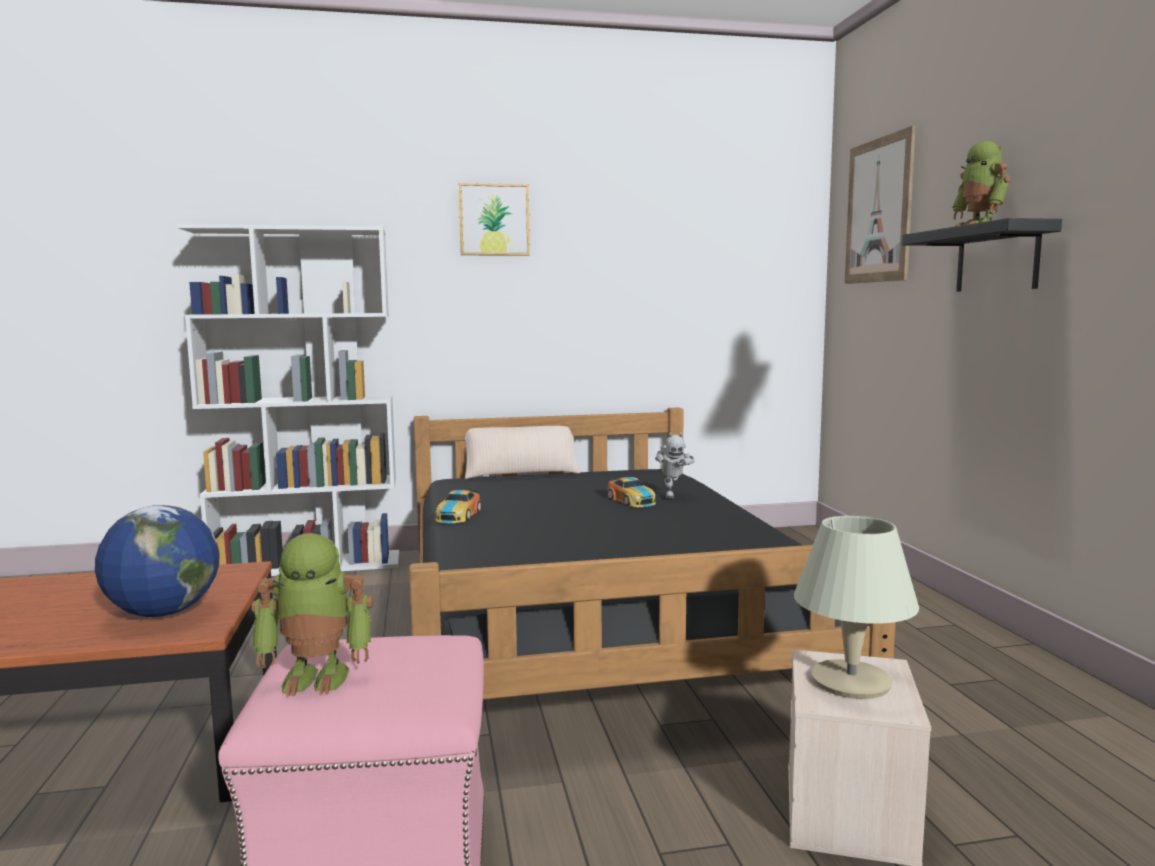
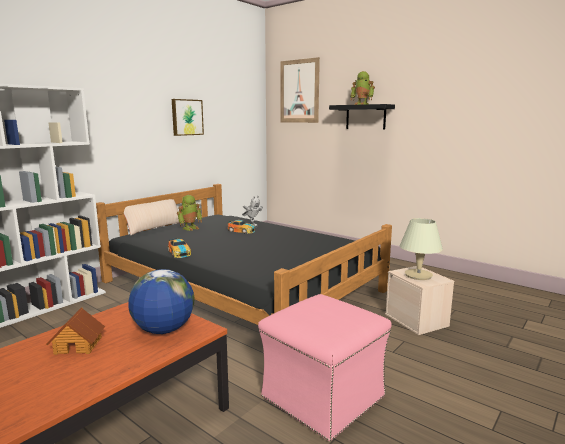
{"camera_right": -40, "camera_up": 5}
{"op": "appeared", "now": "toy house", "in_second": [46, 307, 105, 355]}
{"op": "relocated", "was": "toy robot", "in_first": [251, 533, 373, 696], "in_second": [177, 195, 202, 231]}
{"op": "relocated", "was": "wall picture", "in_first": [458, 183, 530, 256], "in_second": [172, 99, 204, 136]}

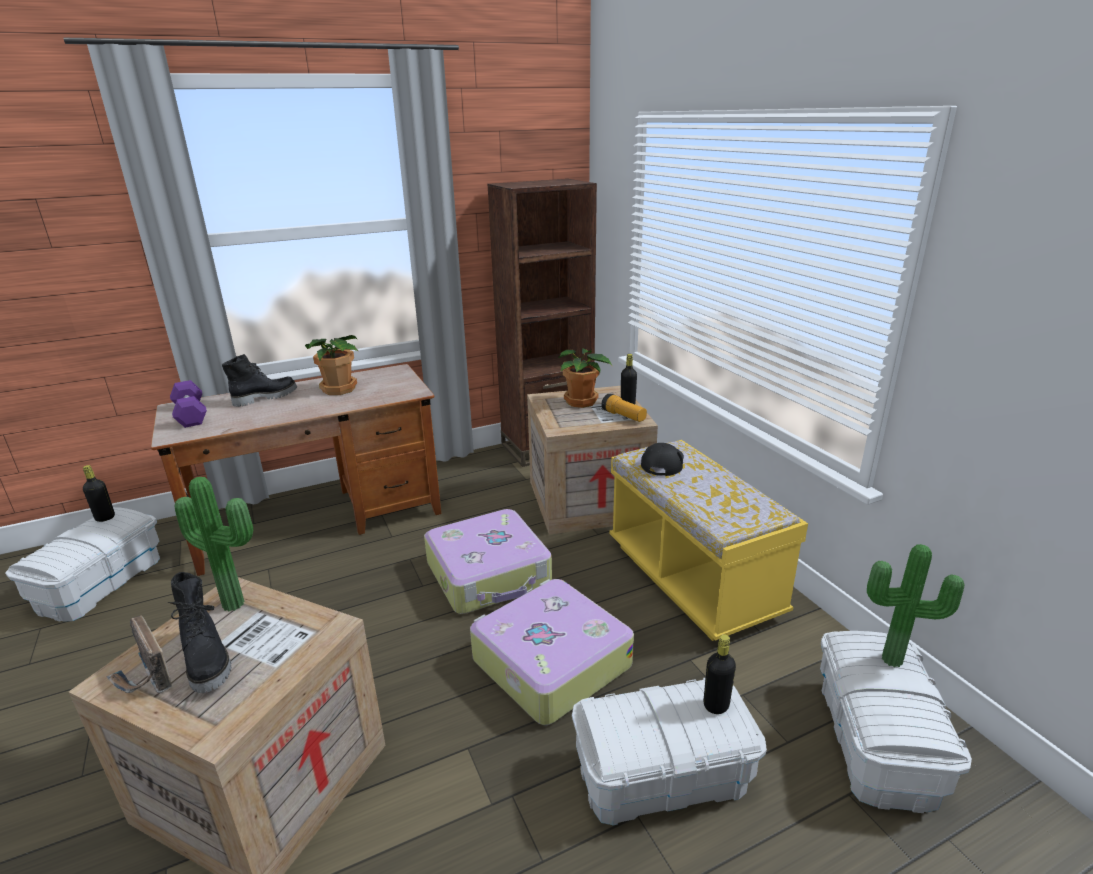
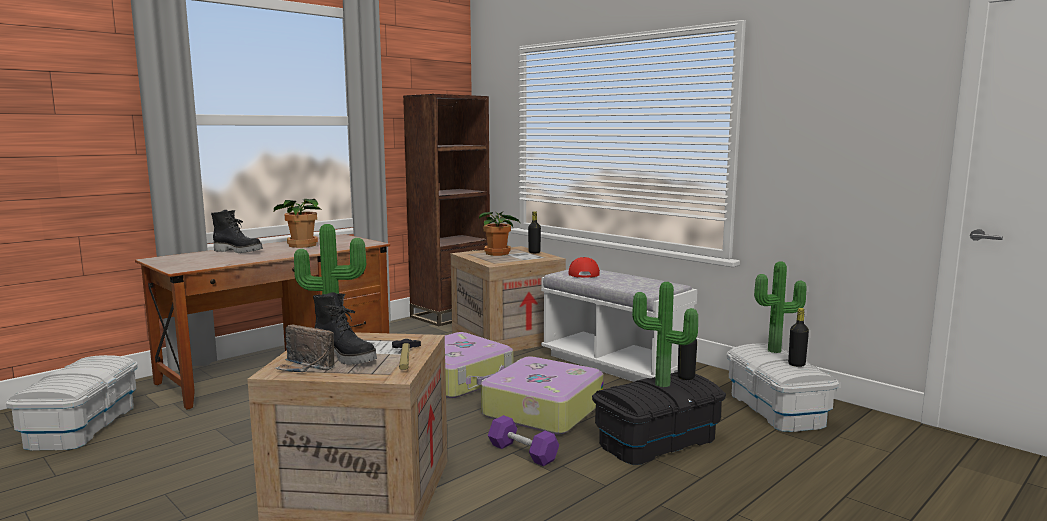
{"camera_right": -20, "camera_up": -15}
{"op": "missing", "was": "flashlight", "in_first": [601, 393, 647, 422]}
{"op": "appeared", "now": "hammer", "in_second": [392, 339, 421, 370]}
{"op": "appeared", "now": "houseplant", "in_second": [632, 282, 698, 387]}
{"op": "relocated", "was": "bottle/black", "in_first": [83, 465, 115, 522], "in_second": [788, 308, 809, 367]}
{"op": "relocated", "was": "free weight/purplish", "in_first": [170, 380, 207, 428], "in_second": [488, 415, 559, 466]}
{"op": "colour", "was": "storage box/white", "now": "storage box/black", "in_first": [572, 677, 767, 825], "in_second": [592, 372, 726, 465]}
{"op": "colour", "was": "long seat/yellow", "now": "long seat/white", "in_first": [609, 440, 808, 641], "in_second": [541, 269, 697, 382]}
{"op": "colour", "was": "peaked cap/black", "now": "peaked cap/red-coloured", "in_first": [641, 443, 684, 476], "in_second": [569, 257, 600, 278]}
{"op": "spun", "was": "boot/black", "in_first": [222, 354, 297, 407], "in_second": [211, 210, 263, 253], "clockwise": 75}

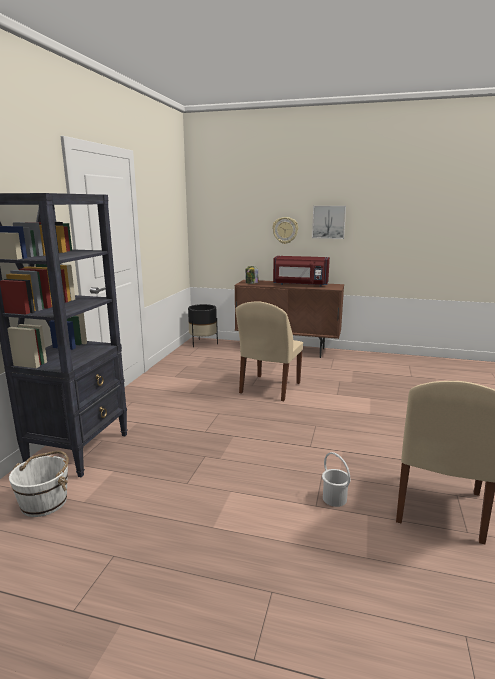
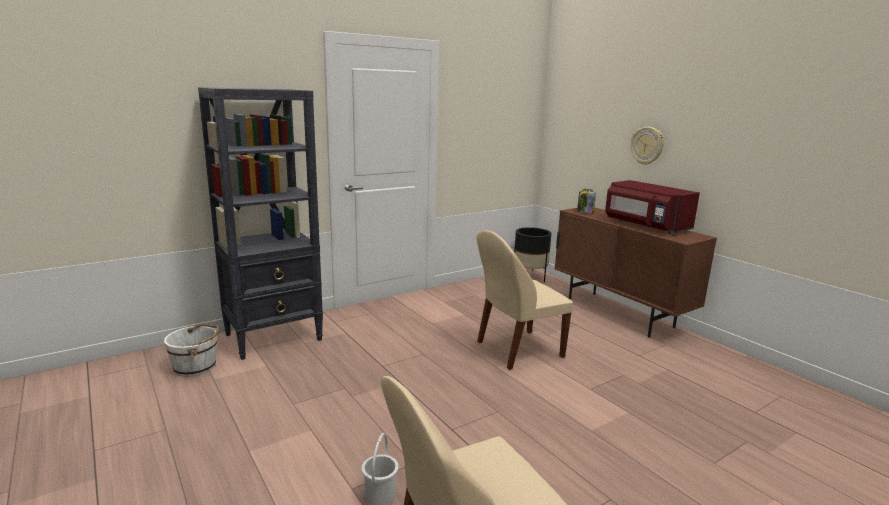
{"camera_right": 40, "camera_up": 0}
{"op": "missing", "was": "wall picture", "in_first": [312, 206, 346, 239]}

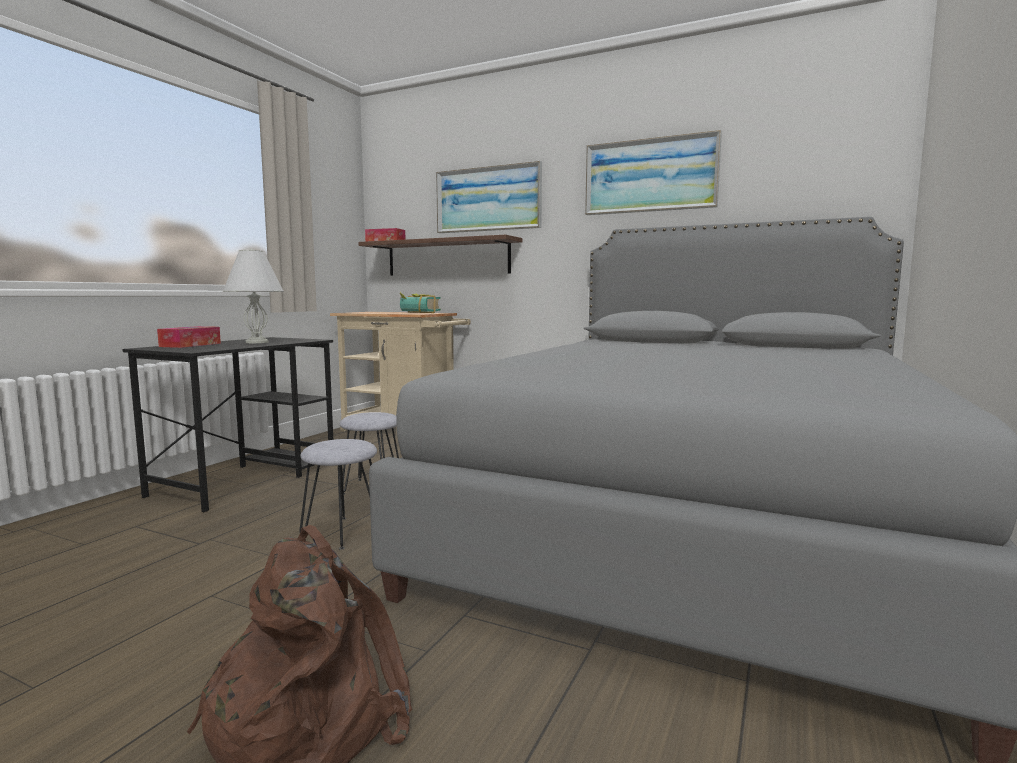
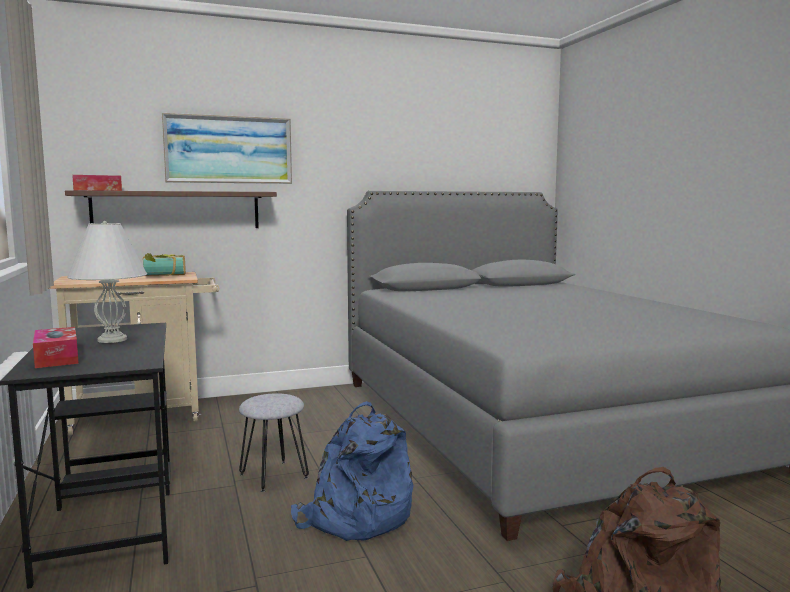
{"camera_right": -45, "camera_up": 0}
{"op": "missing", "was": "wall picture", "in_first": [585, 130, 722, 215]}
{"op": "exchanged", "was": "stool/gray", "now": "knapsack/bluish", "in_first": [299, 439, 377, 550], "in_second": [291, 401, 413, 541]}

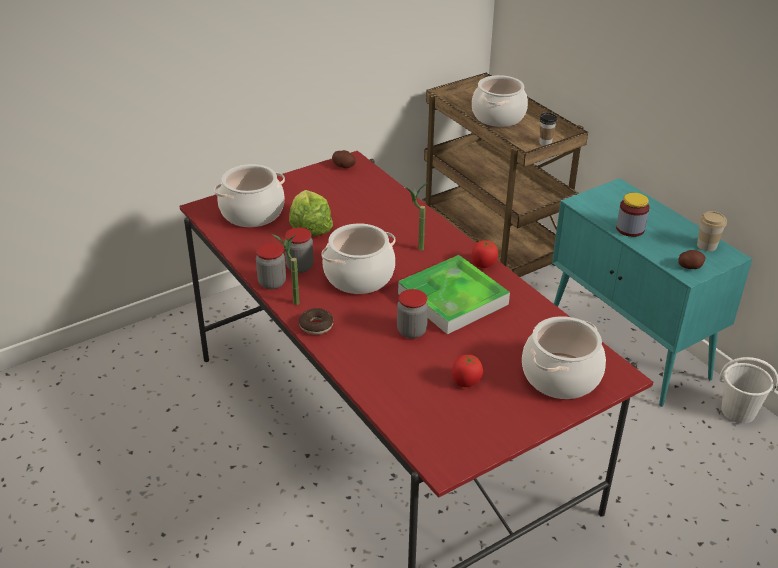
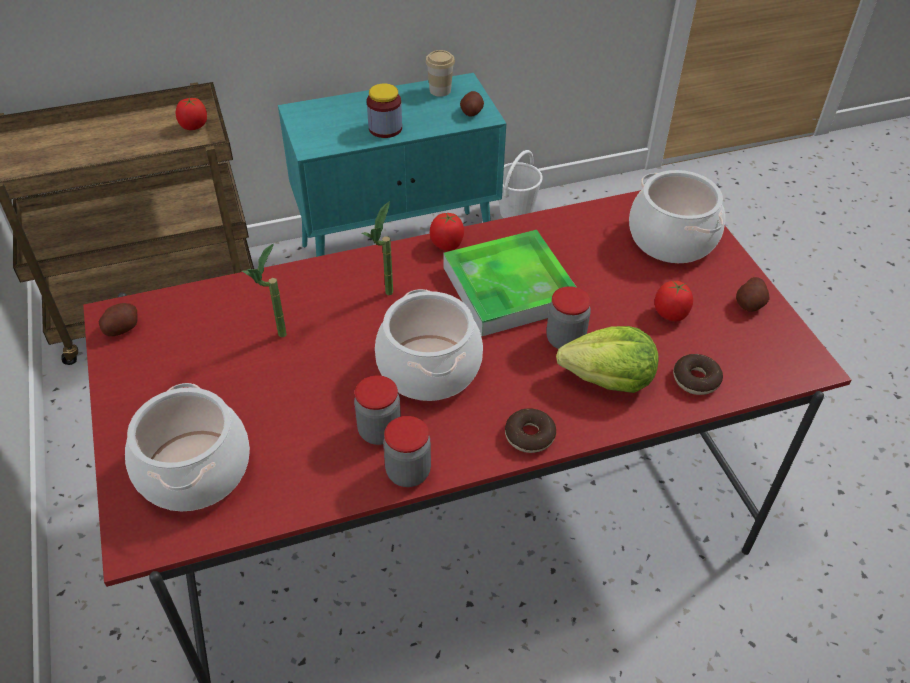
{"camera_right": -75, "camera_up": 10}
{"op": "missing", "was": "cooking pot", "in_first": [472, 75, 528, 127]}
{"op": "appeared", "now": "donut", "in_second": [673, 354, 723, 395]}
{"op": "appeared", "now": "whole potato", "in_second": [736, 277, 769, 312]}
{"op": "relocated", "was": "houseplant", "in_first": [272, 234, 299, 305], "in_second": [243, 243, 287, 337]}
{"op": "relocated", "was": "head of lettuce", "in_first": [289, 190, 333, 236], "in_second": [556, 326, 658, 393]}
{"op": "exchanged", "was": "cup", "now": "fresh tomato", "in_first": [540, 112, 557, 146], "in_second": [176, 98, 207, 130]}

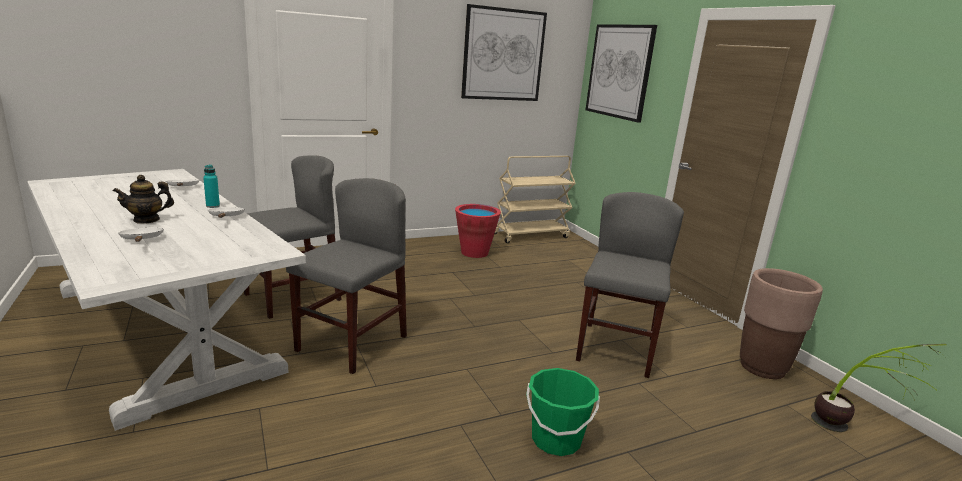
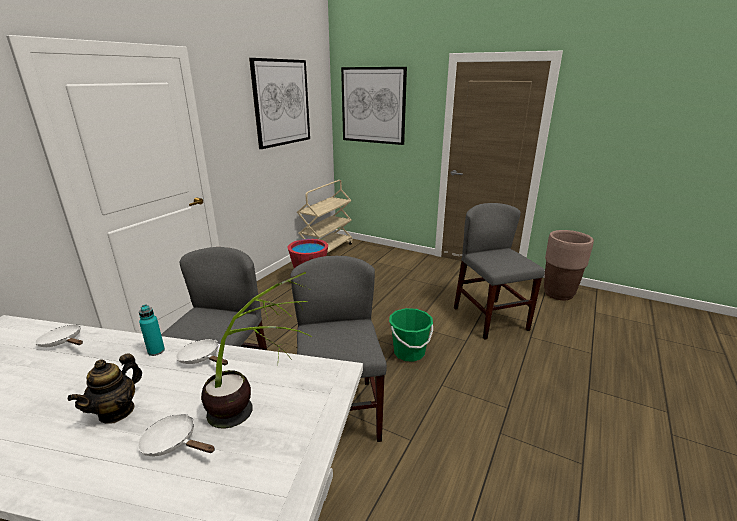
{"camera_right": -35, "camera_up": 5}
{"op": "relocated", "was": "water bucket/greenish", "in_first": [526, 368, 600, 456], "in_second": [389, 308, 433, 362]}
{"op": "relocated", "was": "houseplant", "in_first": [811, 344, 947, 432], "in_second": [201, 272, 312, 429]}

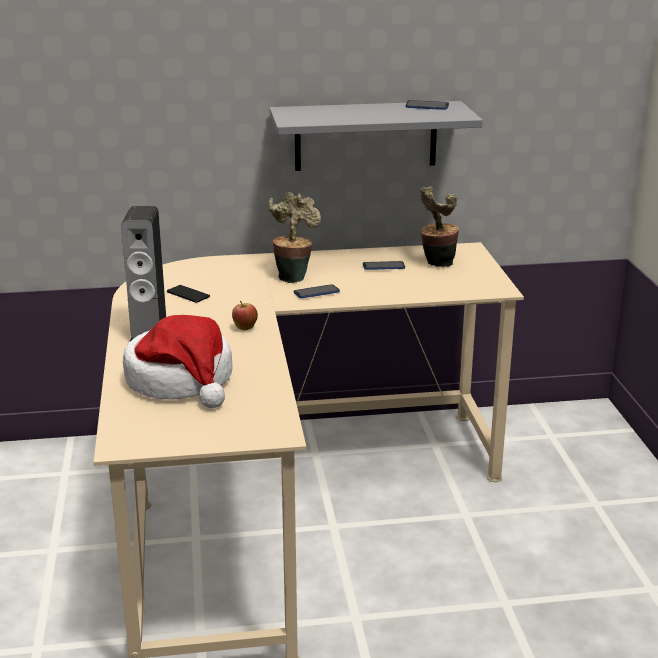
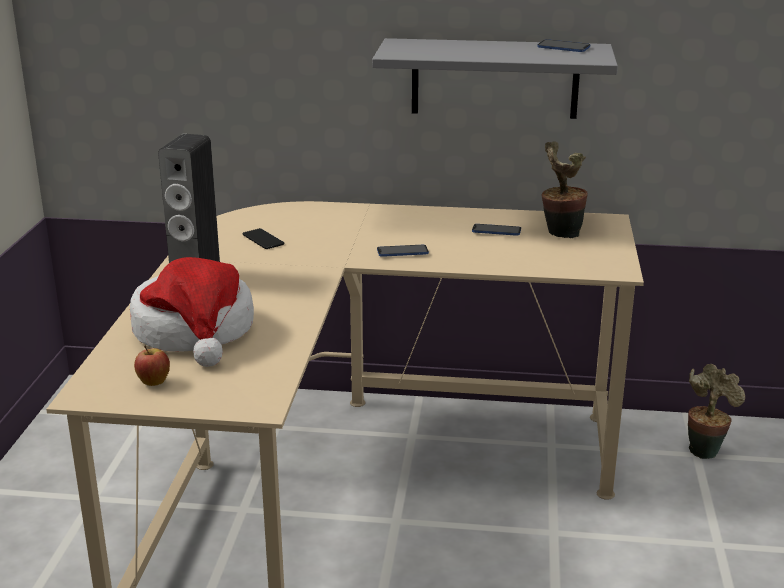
{"camera_right": 15, "camera_up": 0}
{"op": "relocated", "was": "whole apple", "in_first": [232, 301, 258, 330], "in_second": [134, 345, 170, 386]}
{"op": "relocated", "was": "houseplant", "in_first": [269, 192, 321, 283], "in_second": [688, 364, 745, 459]}

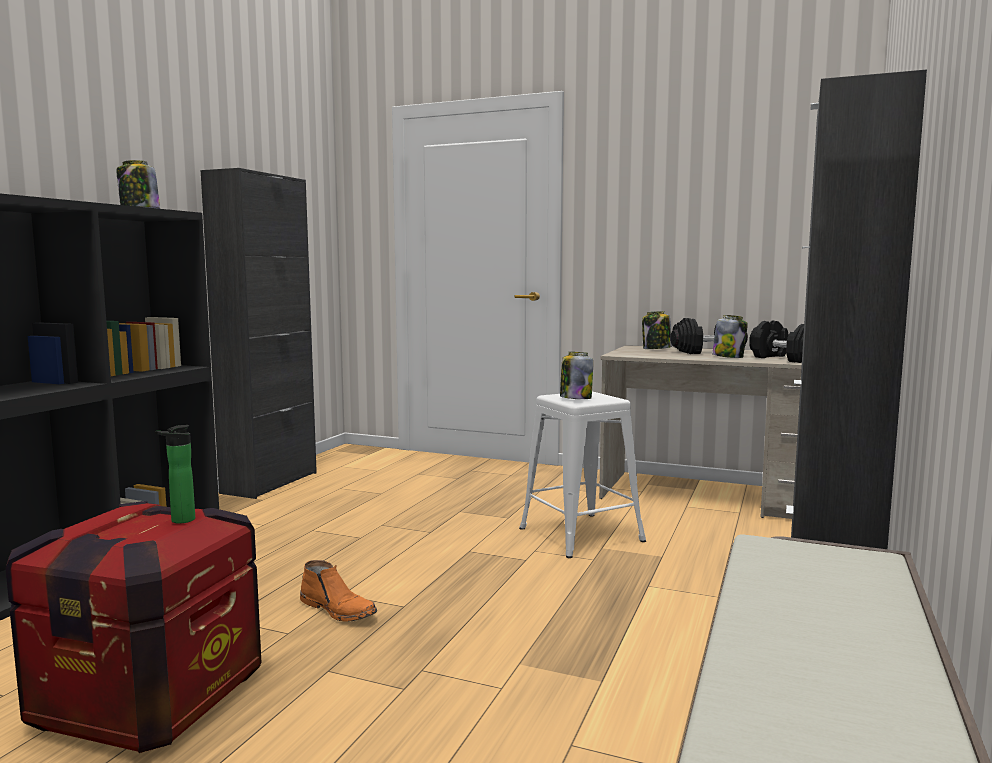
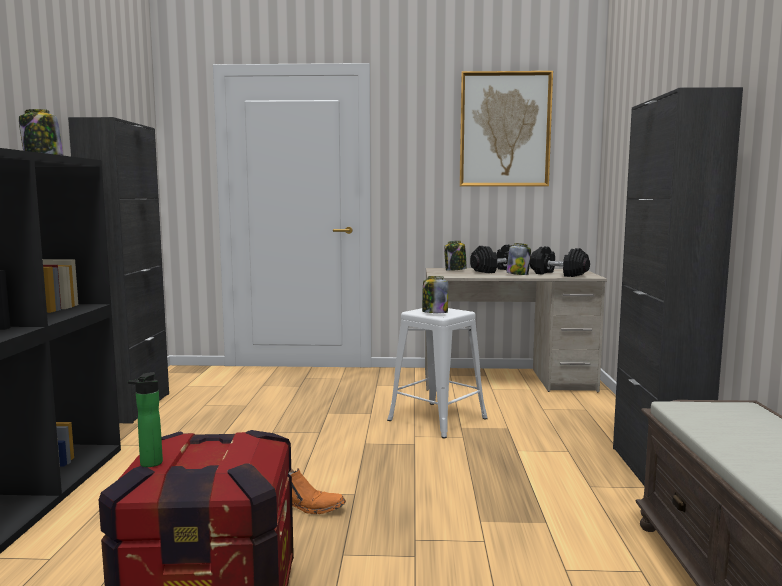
{"camera_right": -20, "camera_up": 0}
{"op": "appeared", "now": "wall picture", "in_second": [459, 71, 553, 186]}
{"op": "relocated", "was": "bottle", "in_first": [155, 425, 195, 524], "in_second": [128, 372, 163, 467]}

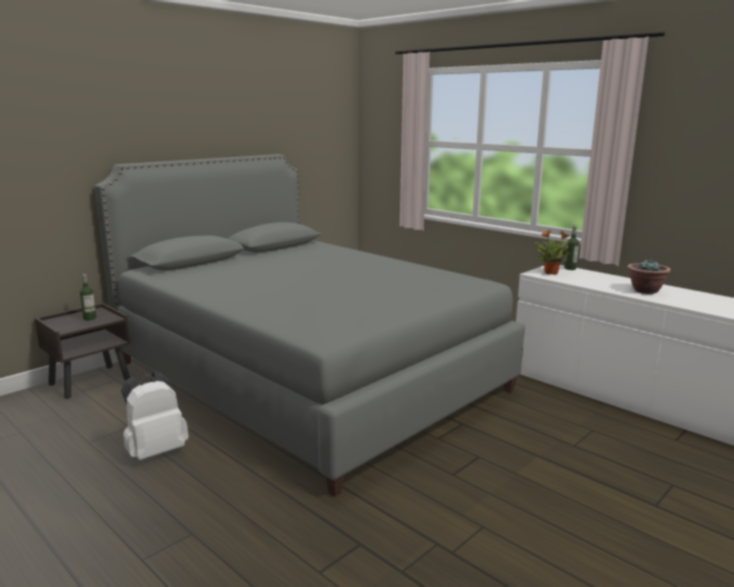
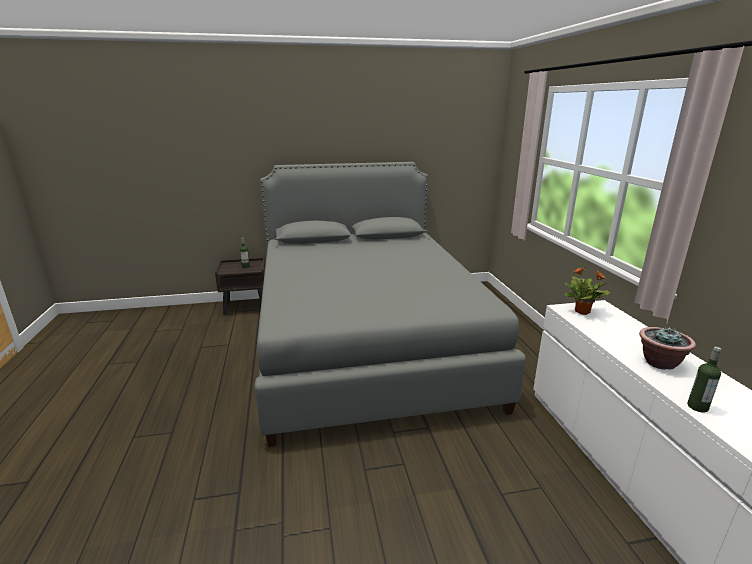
{"camera_right": 35, "camera_up": 5}
{"op": "missing", "was": "knapsack/white", "in_first": [121, 372, 189, 460]}
{"op": "relocated", "was": "bottle", "in_first": [564, 226, 579, 270], "in_second": [687, 346, 721, 412]}

